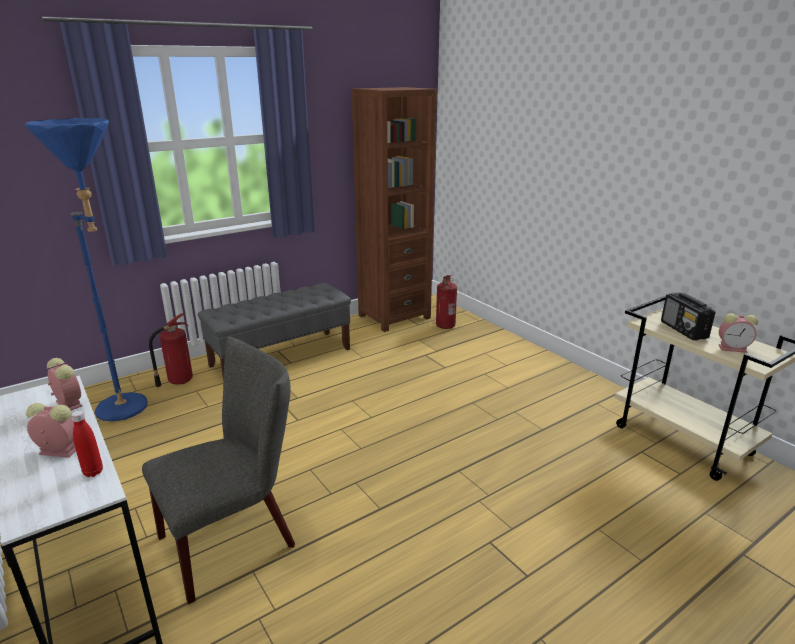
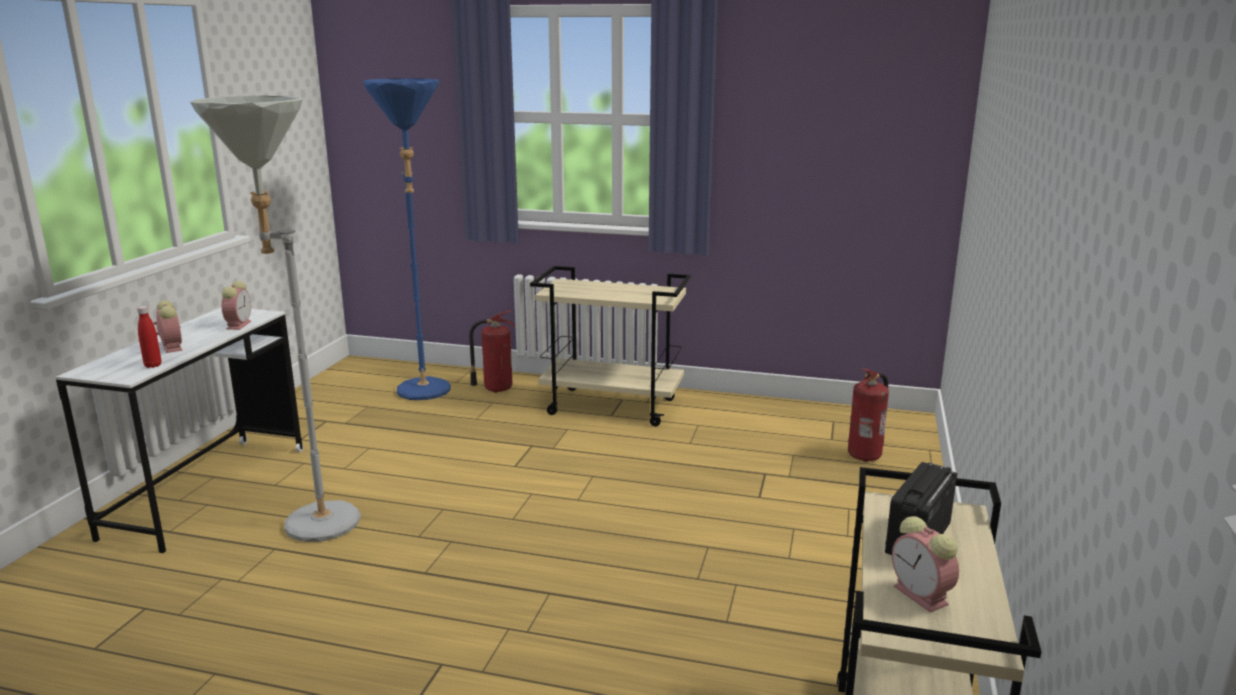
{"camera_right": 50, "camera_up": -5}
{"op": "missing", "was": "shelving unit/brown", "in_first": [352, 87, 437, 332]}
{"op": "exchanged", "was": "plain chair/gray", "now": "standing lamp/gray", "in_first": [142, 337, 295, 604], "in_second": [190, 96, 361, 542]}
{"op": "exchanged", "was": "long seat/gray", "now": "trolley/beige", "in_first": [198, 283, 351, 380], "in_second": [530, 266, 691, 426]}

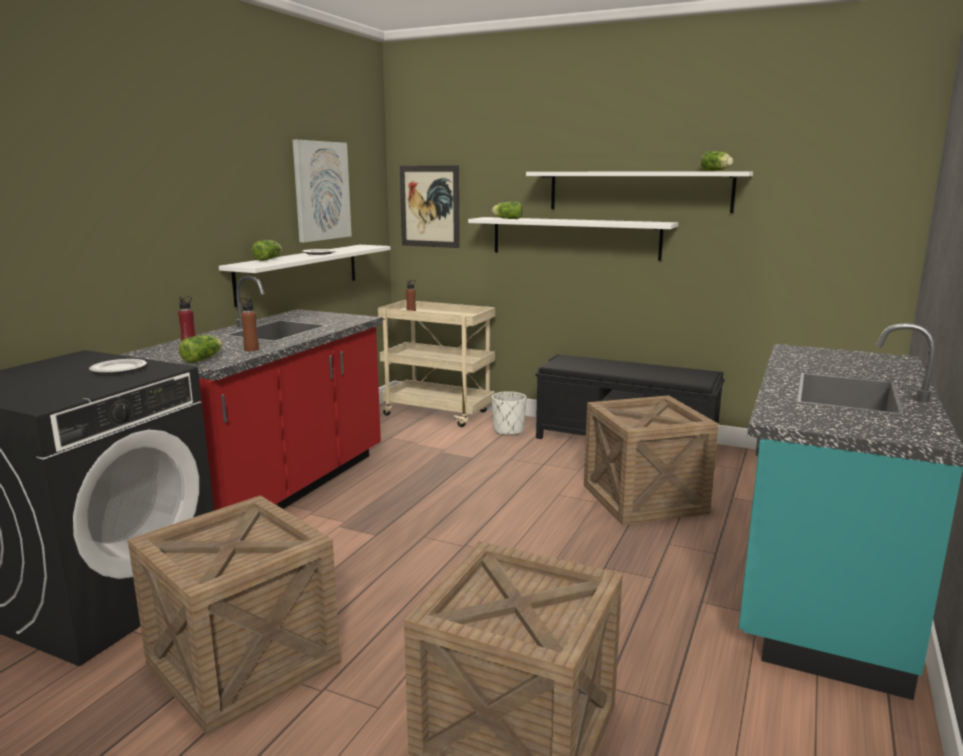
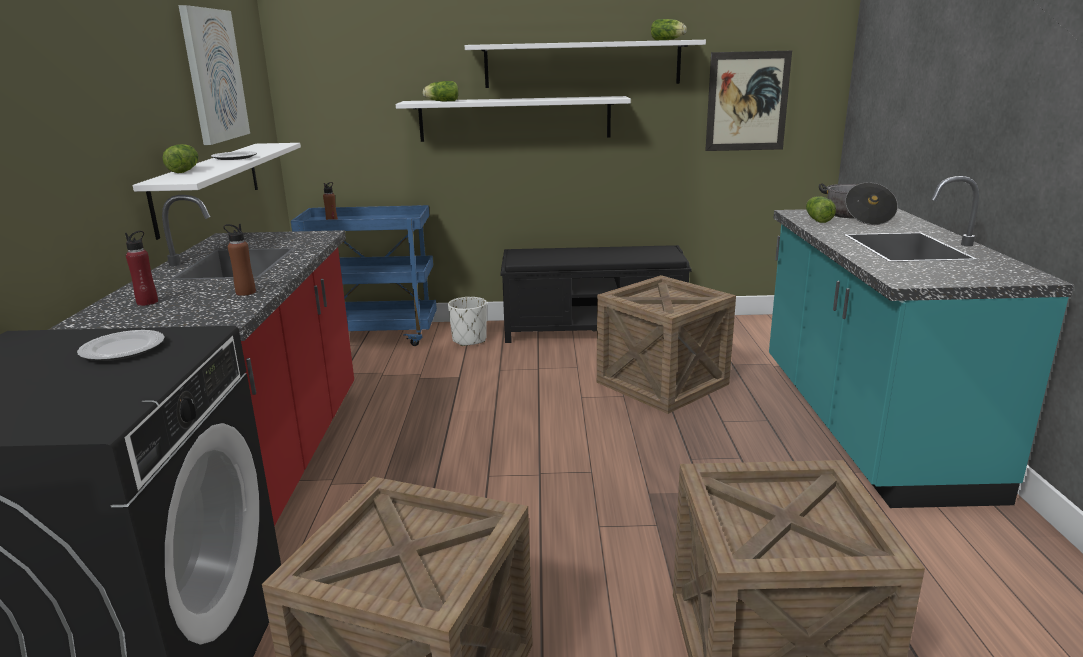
{"camera_right": -25, "camera_up": 5}
{"op": "appeared", "now": "cooking pot", "in_second": [819, 182, 898, 225]}
{"op": "relocated", "was": "head of lettuce", "in_first": [178, 335, 222, 363], "in_second": [806, 196, 836, 223]}
{"op": "relocated", "was": "wall picture", "in_first": [400, 165, 460, 248], "in_second": [705, 51, 792, 151]}
{"op": "colour", "was": "trolley/beige", "now": "trolley/bluish", "in_first": [378, 300, 495, 427], "in_second": [291, 205, 437, 346]}

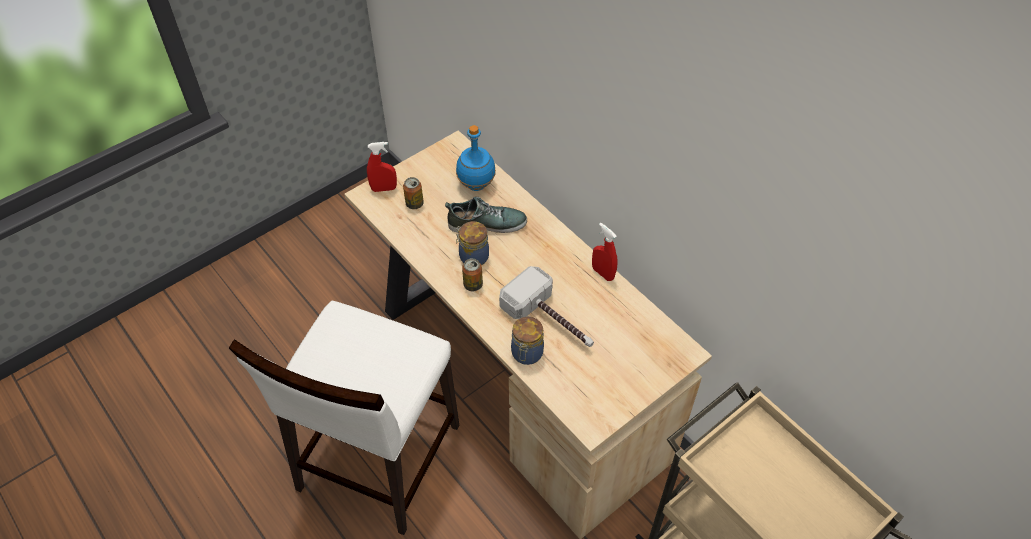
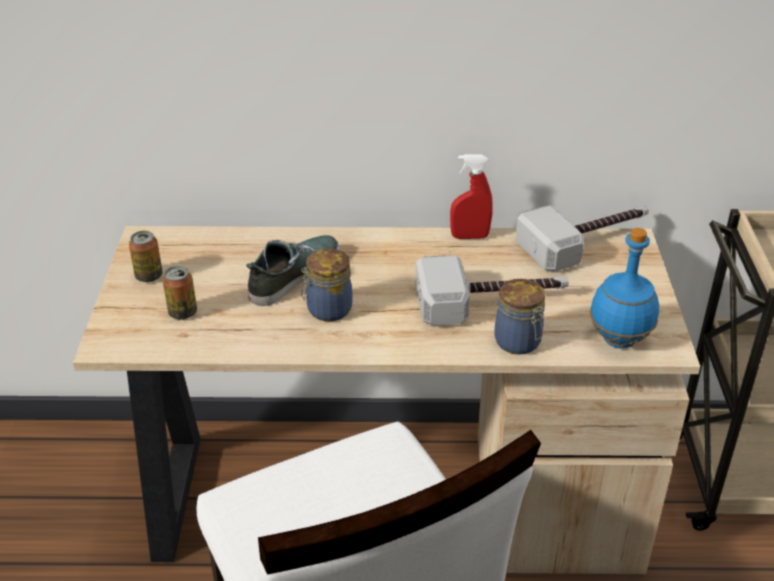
{"camera_right": -50, "camera_up": -15}
{"op": "missing", "was": "spray bottle/red-coloured", "in_first": [367, 142, 397, 192]}
{"op": "appeared", "now": "hammer", "in_second": [515, 206, 649, 272]}
{"op": "relocated", "was": "bottle/bluish", "in_first": [456, 125, 496, 191], "in_second": [590, 228, 659, 349]}
{"op": "relocated", "was": "metal can", "in_first": [462, 258, 483, 291], "in_second": [129, 231, 162, 282]}

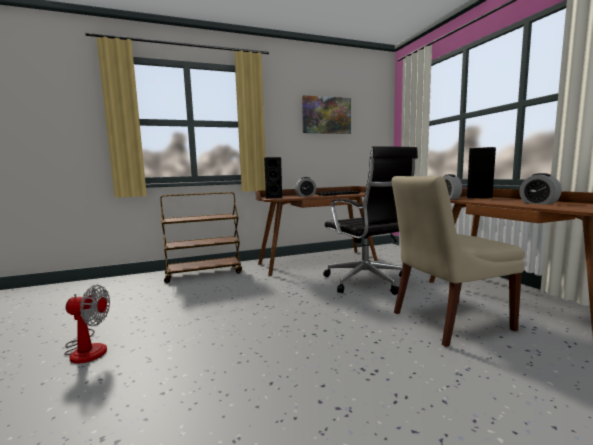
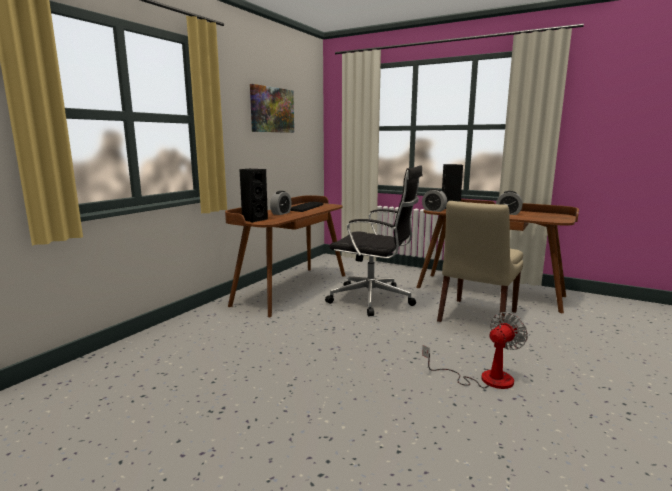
{"camera_right": -40, "camera_up": 5}
{"op": "missing", "was": "trolley/brown", "in_first": [160, 192, 242, 283]}
{"op": "relocated", "was": "electric fan", "in_first": [64, 285, 110, 363], "in_second": [422, 312, 528, 389]}

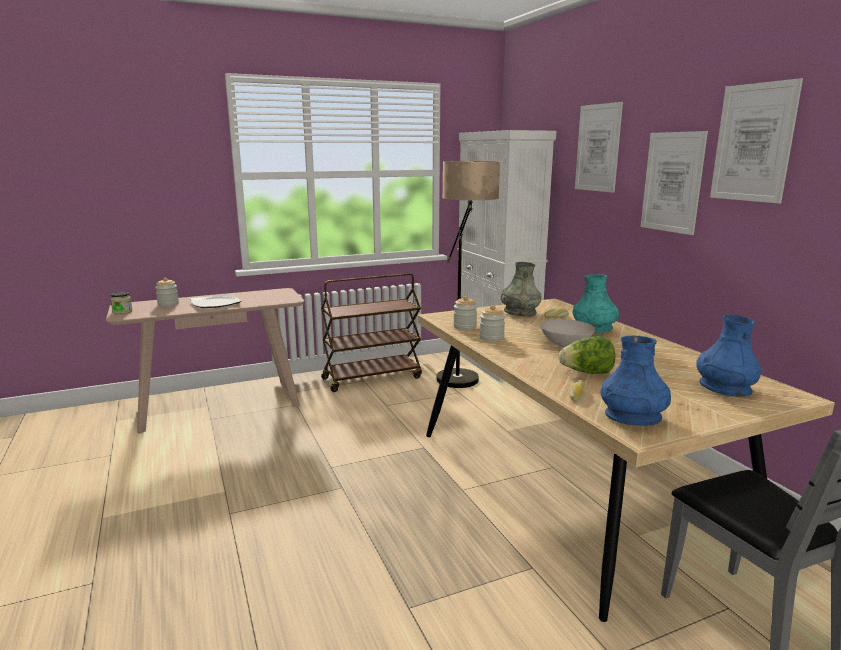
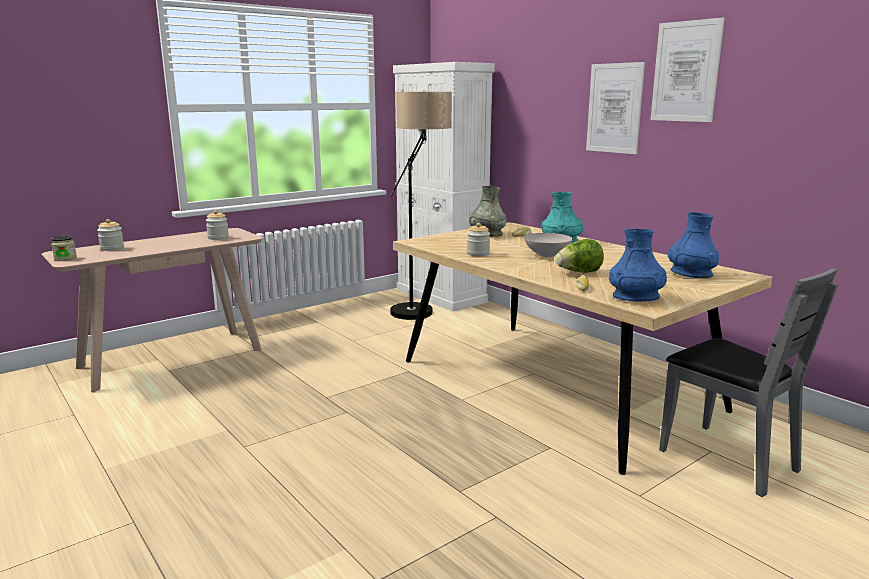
{"camera_right": -15, "camera_up": 0}
{"op": "missing", "was": "dinner plate", "in_first": [191, 293, 241, 308]}
{"op": "missing", "was": "trolley/brown", "in_first": [321, 273, 422, 392]}
{"op": "missing", "was": "wall picture", "in_first": [575, 102, 623, 193]}
{"op": "relocated", "was": "storage jar", "in_first": [453, 296, 477, 330], "in_second": [206, 210, 229, 240]}

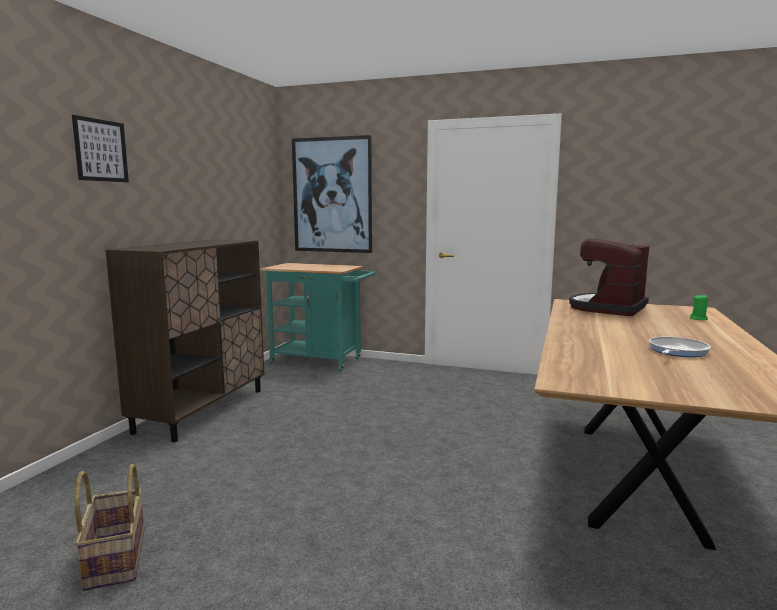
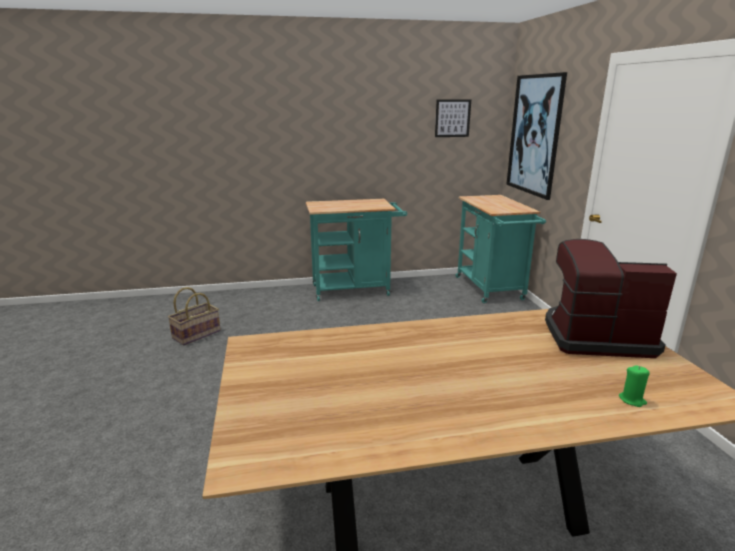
{"camera_right": 60, "camera_up": 10}
{"op": "missing", "was": "frying pan", "in_first": [649, 337, 711, 357]}
{"op": "relocated", "was": "wall picture", "in_first": [72, 115, 129, 182], "in_second": [435, 100, 471, 137]}
{"op": "exchanged", "was": "cabinet/brown", "now": "trolley/turquoise", "in_first": [105, 239, 264, 442], "in_second": [306, 199, 407, 301]}

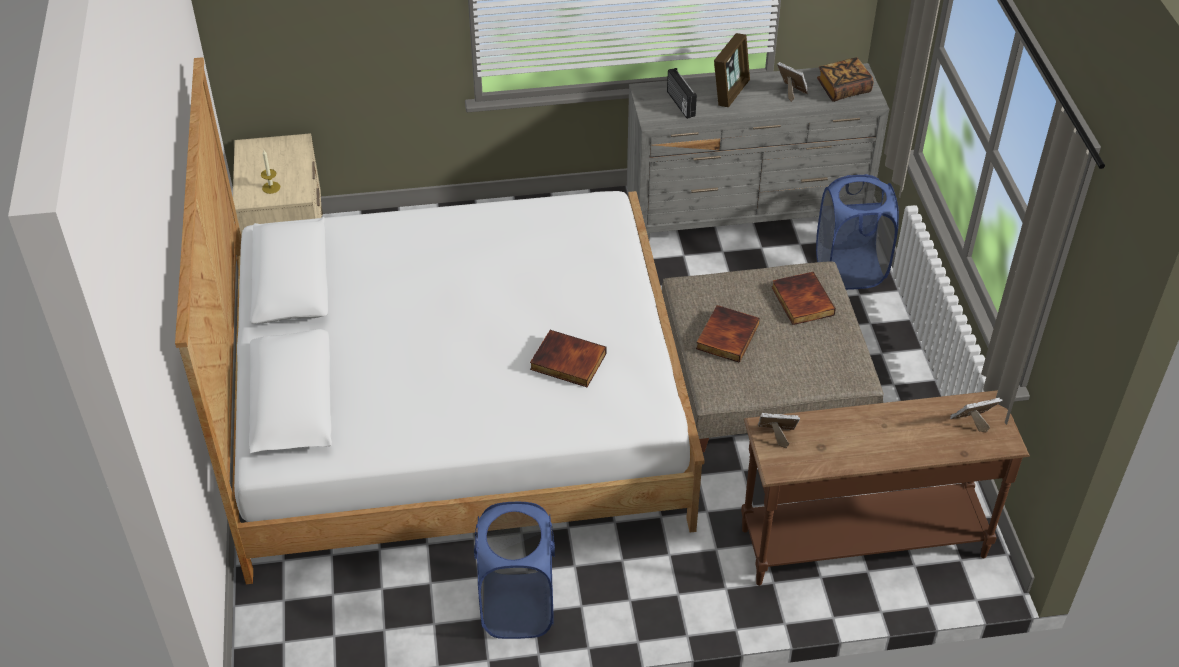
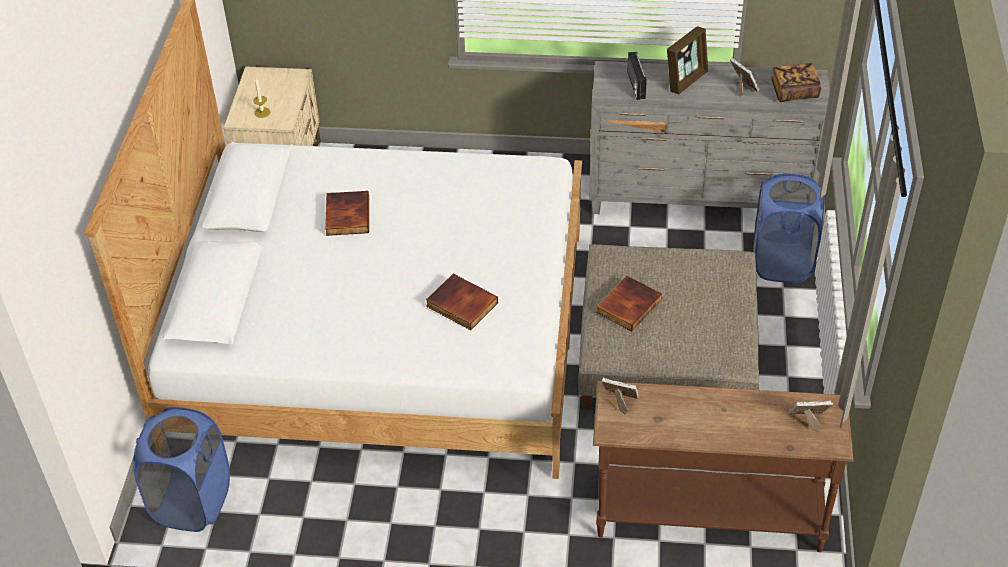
{"camera_right": 15, "camera_up": 0}
{"op": "relocated", "was": "washing basket/bluish", "in_first": [474, 502, 555, 639], "in_second": [133, 407, 230, 532]}
{"op": "relocated", "was": "book", "in_first": [771, 272, 836, 325], "in_second": [325, 191, 369, 236]}

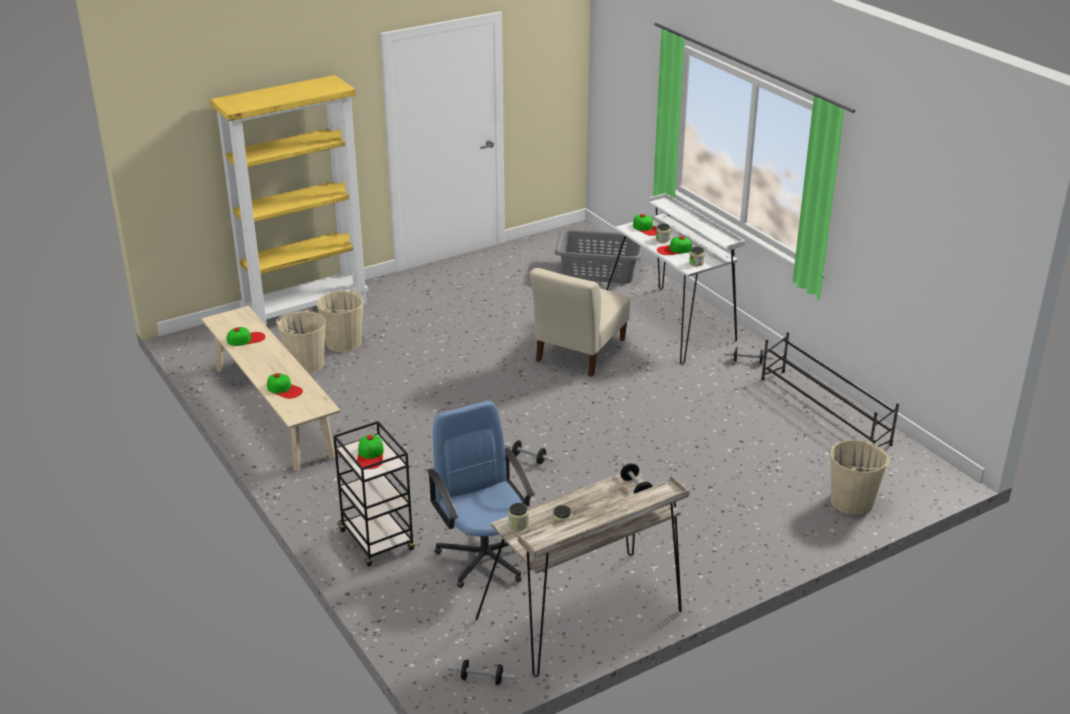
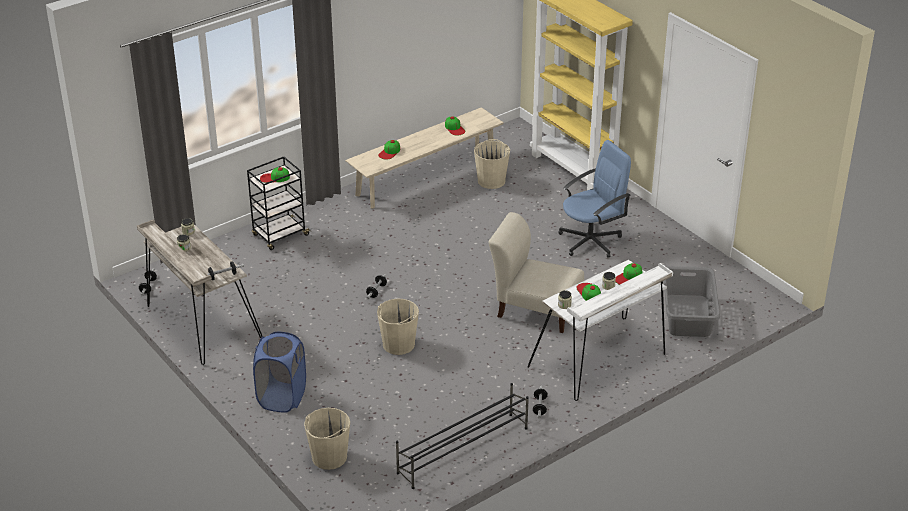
{"camera_right": 85, "camera_up": 5}
{"op": "appeared", "now": "washing basket/bluish", "in_second": [253, 332, 306, 413]}
{"op": "relocated", "was": "water bucket/beige", "in_first": [317, 290, 363, 352], "in_second": [377, 299, 419, 355]}
{"op": "relocated", "was": "computer chair/bluish", "in_first": [427, 401, 535, 588], "in_second": [558, 140, 631, 258]}

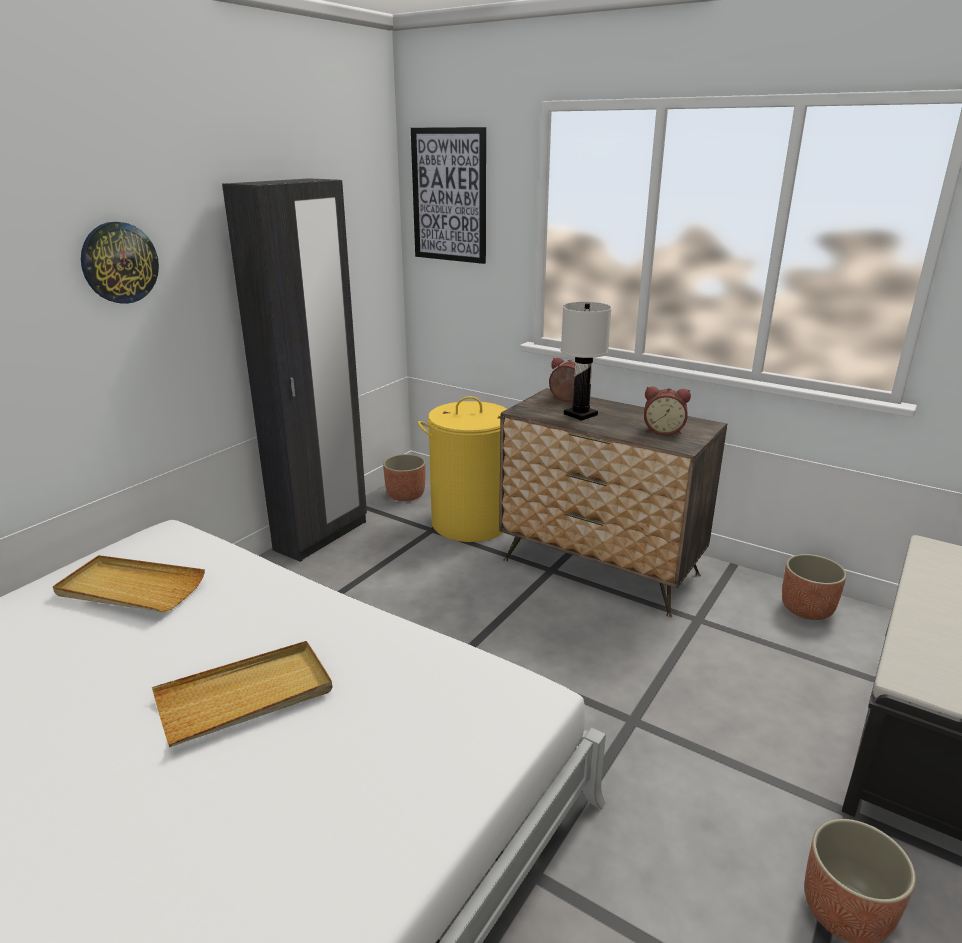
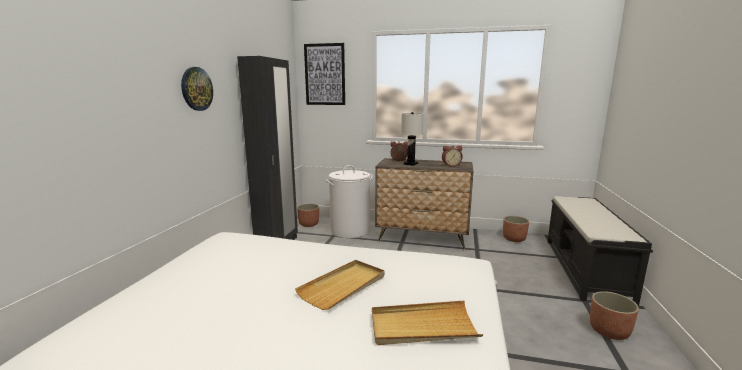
{"camera_right": -20, "camera_up": -10}
{"op": "relocated", "was": "carrying tray/beige", "in_first": [53, 555, 205, 612], "in_second": [372, 301, 483, 345]}
{"op": "colour", "was": "washing basket/yellow", "now": "washing basket/white", "in_first": [418, 396, 507, 542], "in_second": [325, 165, 373, 238]}

